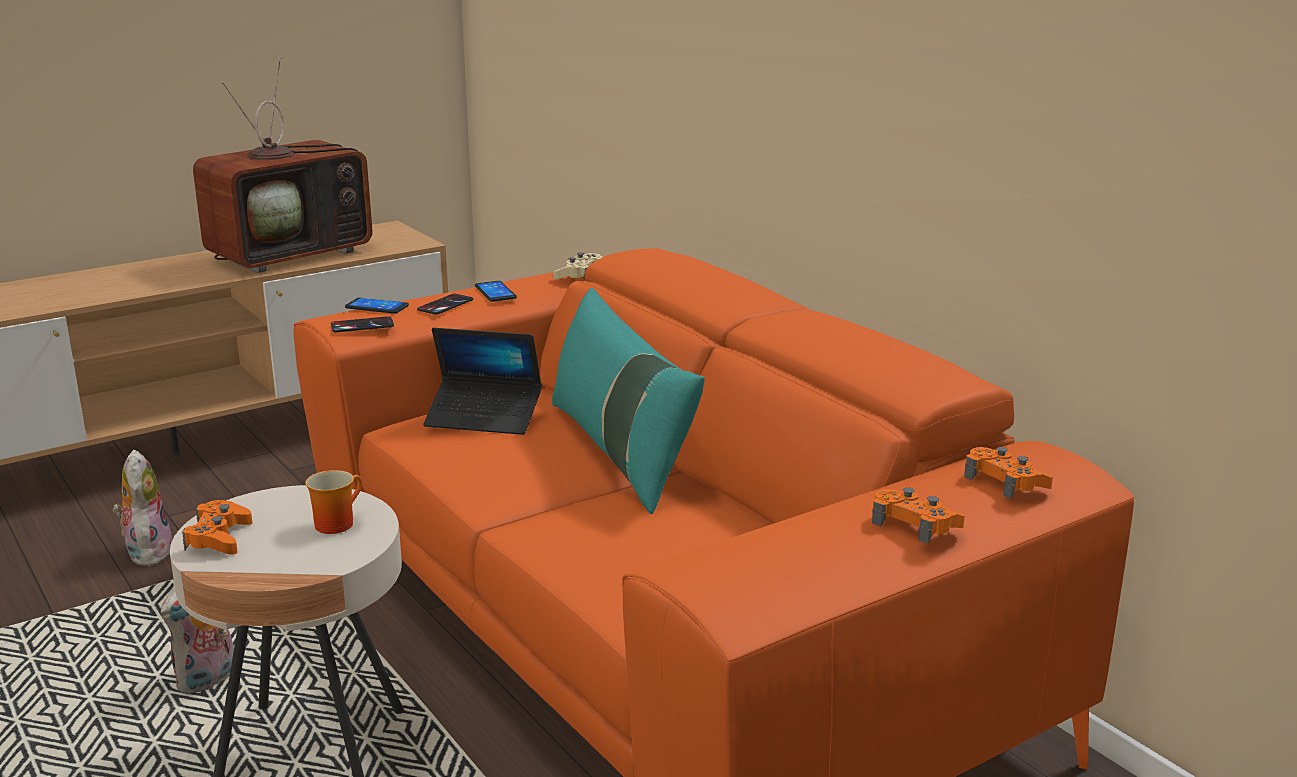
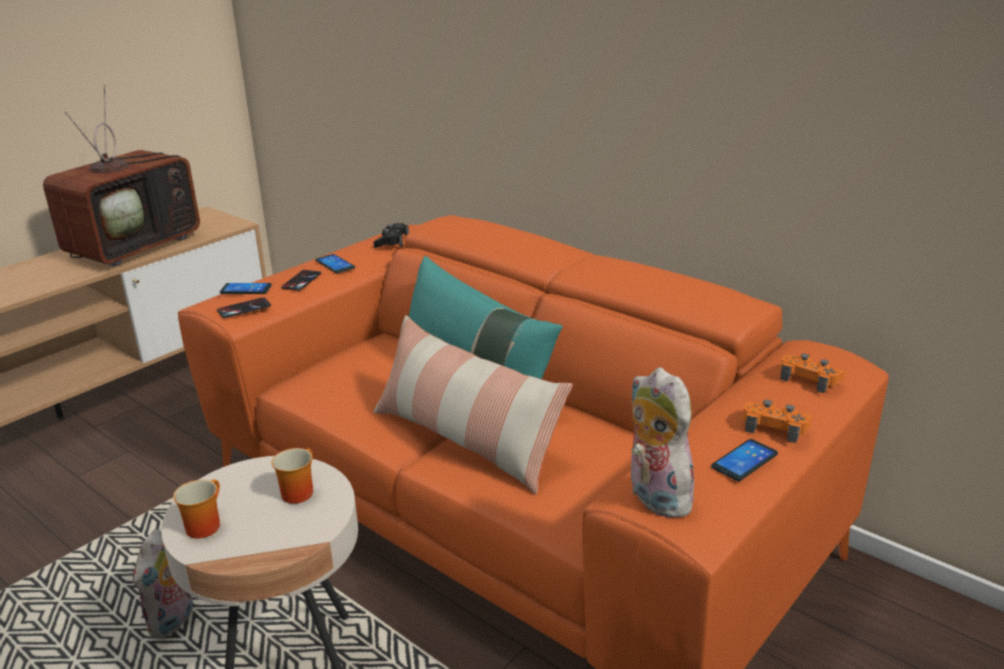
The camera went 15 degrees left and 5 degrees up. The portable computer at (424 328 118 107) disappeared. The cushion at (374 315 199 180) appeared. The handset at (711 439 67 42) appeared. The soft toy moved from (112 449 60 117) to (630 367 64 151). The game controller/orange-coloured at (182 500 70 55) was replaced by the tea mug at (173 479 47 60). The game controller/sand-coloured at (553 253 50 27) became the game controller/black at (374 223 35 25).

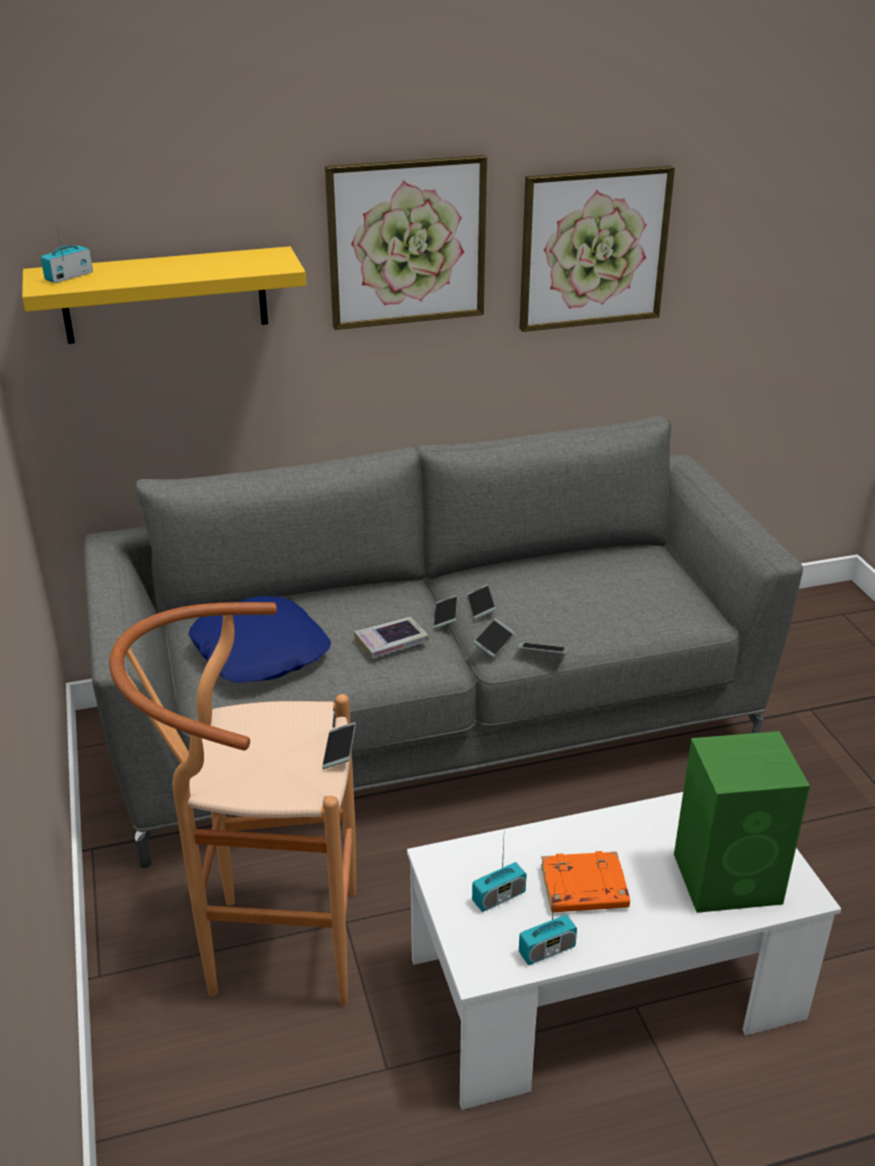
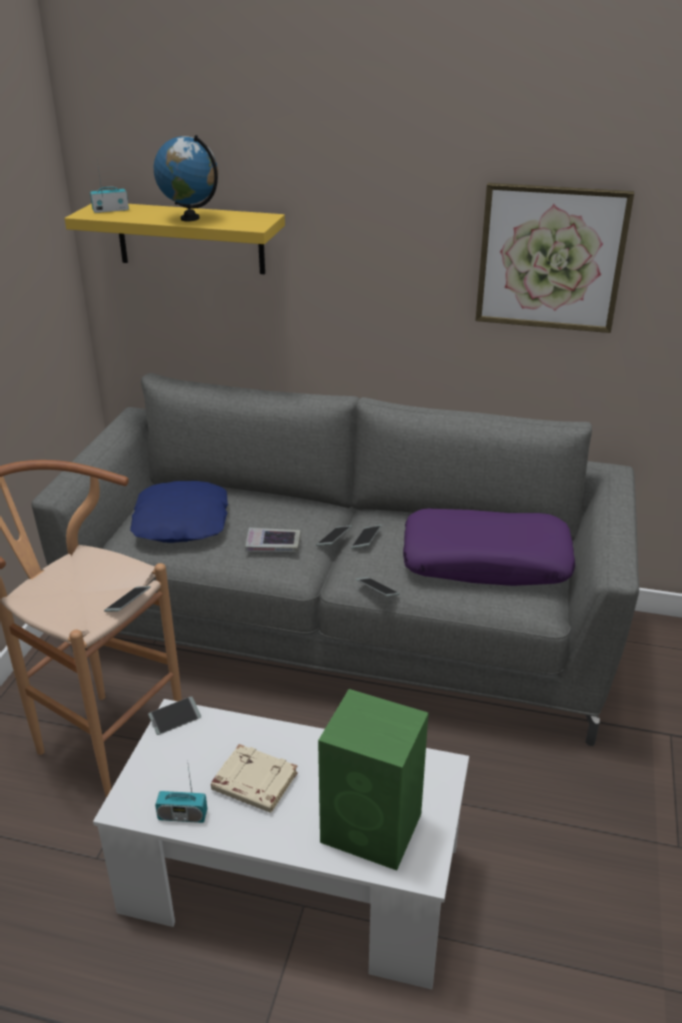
The camera went 30 degrees right and 0 degrees up. The wall picture at (325 155 162 175) disappeared. The radio set at (472 841 55 71) disappeared. The world globe at (154 135 64 86) appeared. The cushion/purple-coloured at (403 508 172 78) appeared. The handset moved from (474 618 40 39) to (148 696 53 39). The bound book/orange-coloured at (541 851 89 61) became the bound book/sand-coloured at (211 744 87 69).

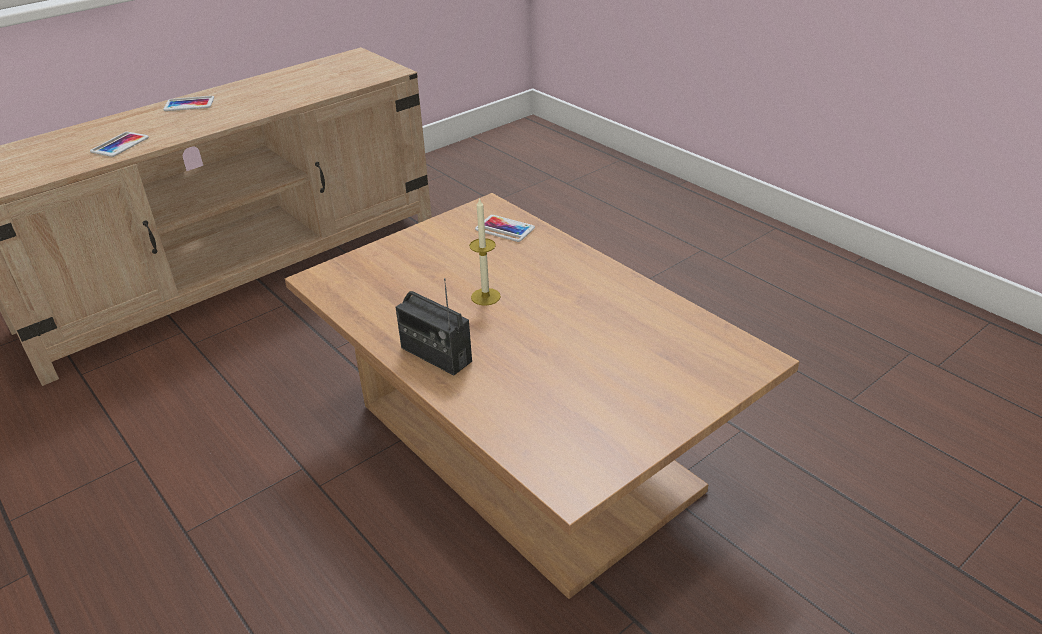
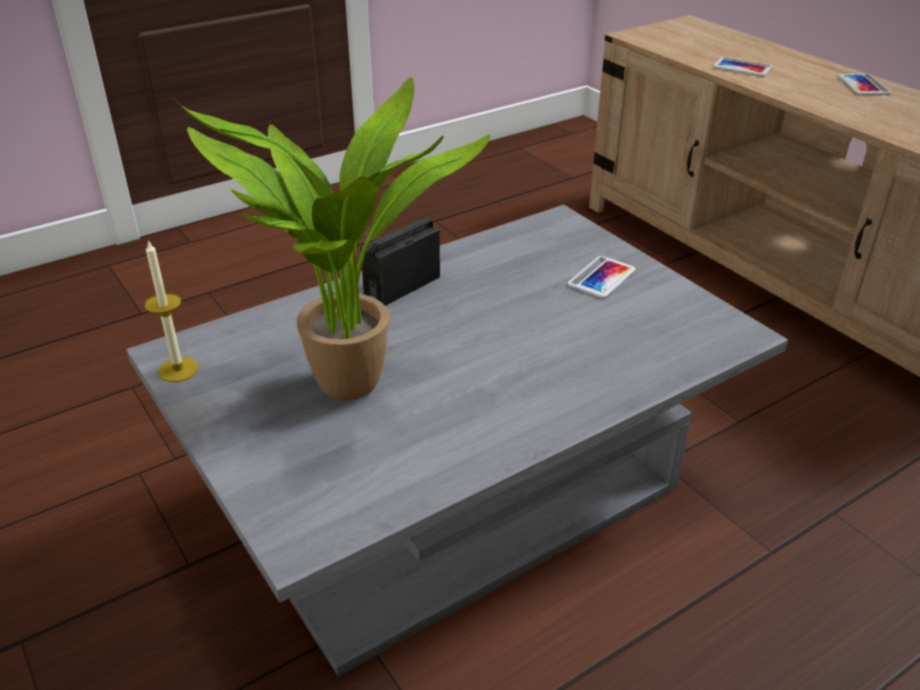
The camera went 95 degrees right and 0 degrees up. The houseplant at (173 77 318 323) appeared. The wax light moved from (469 197 32 109) to (144 240 55 142). The handset moved from (475 215 60 27) to (567 256 69 42). The coffee table/brownish at (285 193 515 406) became the coffee table/gray at (126 205 662 472).

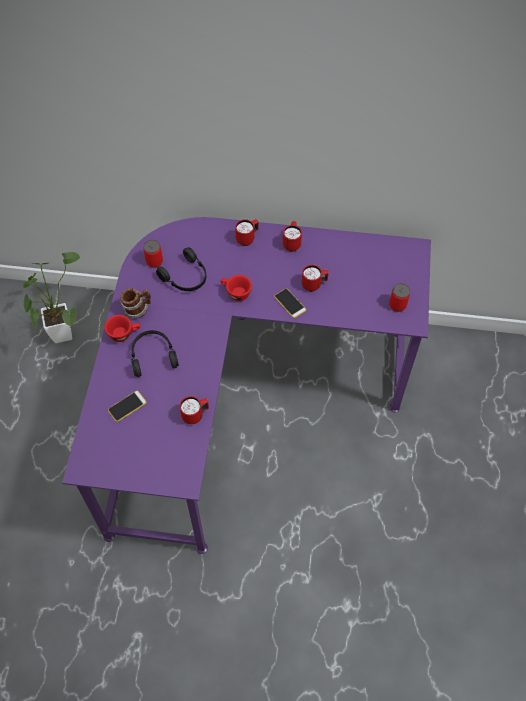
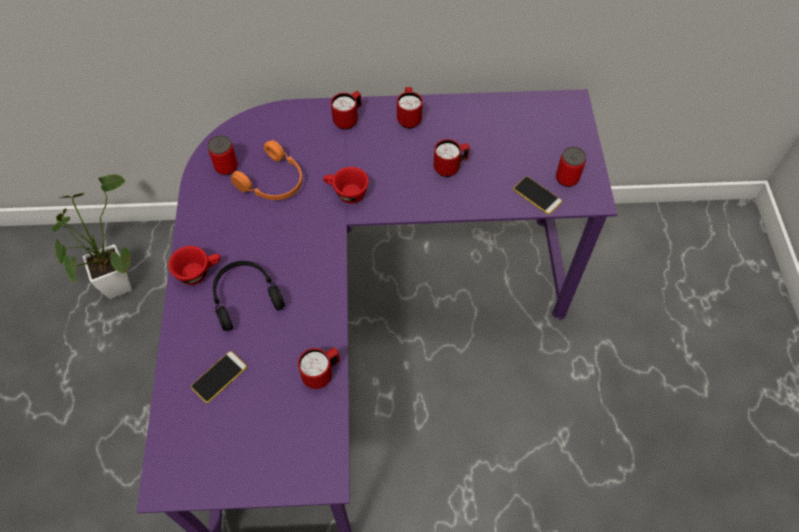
The camera went 10 degrees left and 0 degrees up. The tea mug at (120 288 31 31) disappeared. The handset moved from (274 288 32 30) to (513 176 49 38). The pair of headphones/black at (156 247 50 44) became the pair of headphones/orange-coloured at (231 140 72 60).

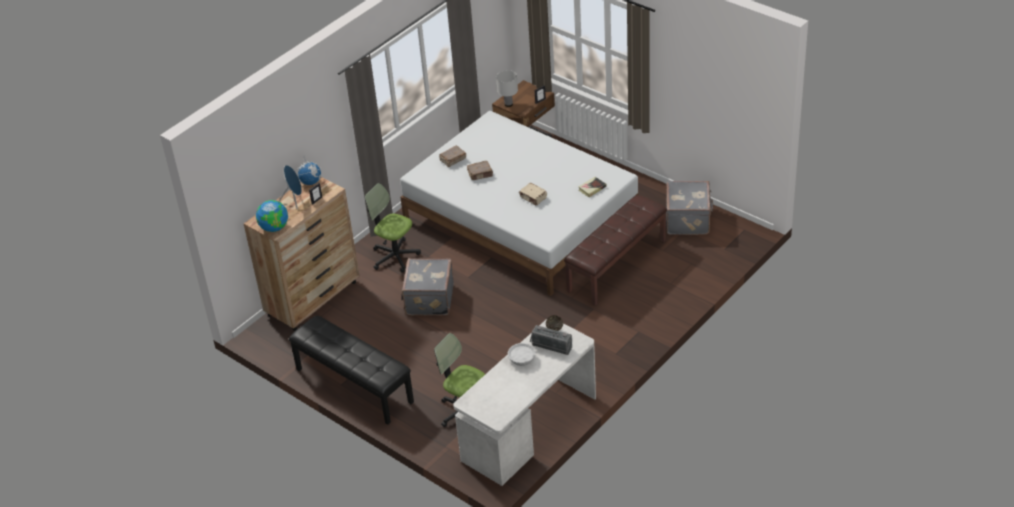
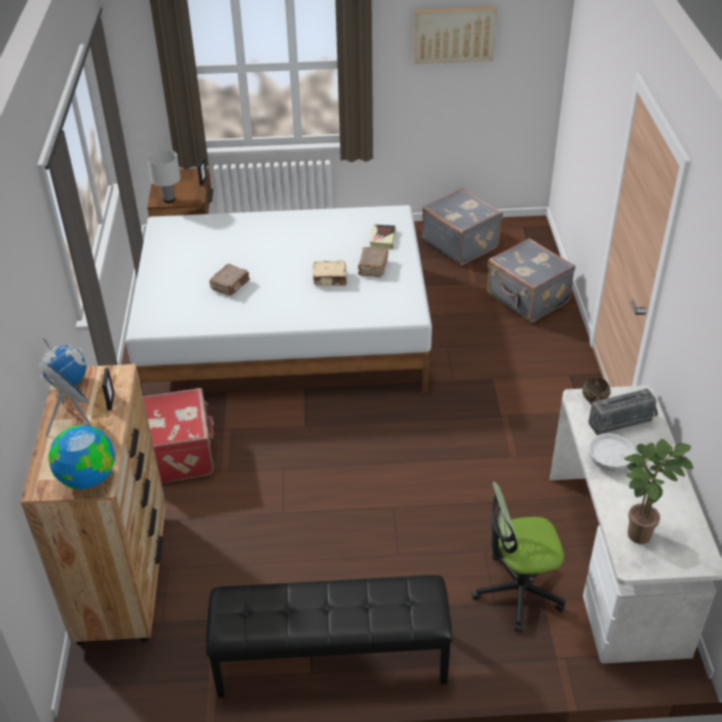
The camera went 45 degrees left and 0 degrees up. The bench/brownish at (564 195 103 111) disappeared. The wall picture at (414 7 83 57) appeared. The houseplant at (624 439 69 105) appeared. The suitcase/gray moved from (401 258 53 57) to (487 238 88 85). The bound book/brownish moved from (439 146 27 21) to (358 247 30 30). The desk chair at (365 183 56 90) was replaced by the suitcase/red at (143 388 71 95).

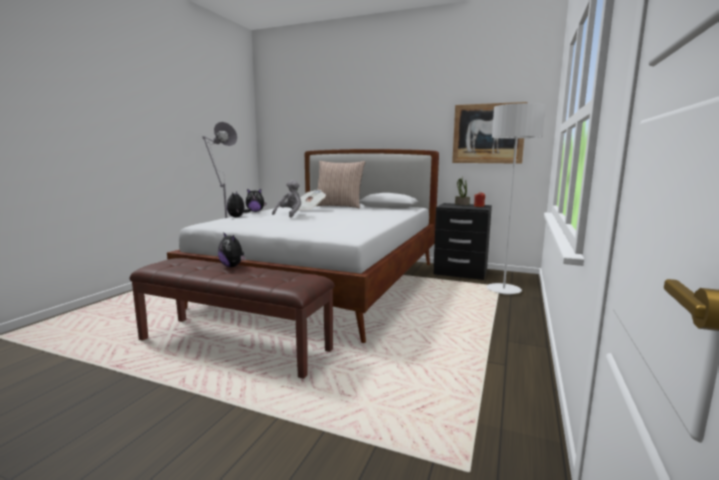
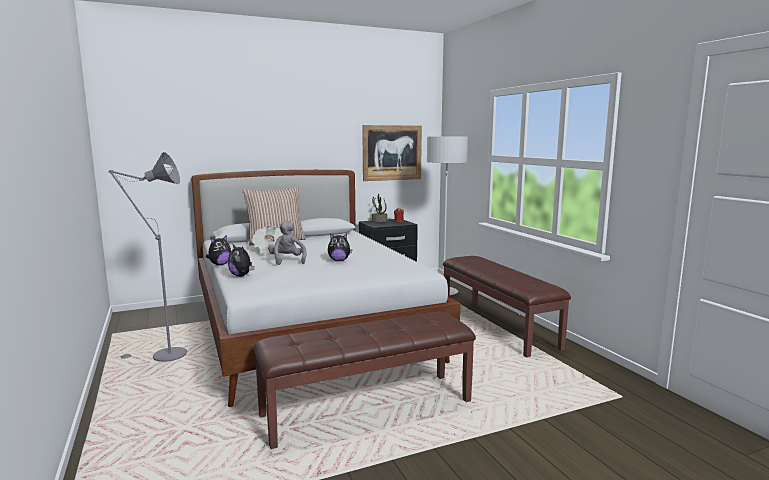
The camera went 45 degrees left and 0 degrees up. The bench/brownish at (443 256 128 101) appeared. The soft toy moved from (218 232 28 35) to (328 233 24 28).

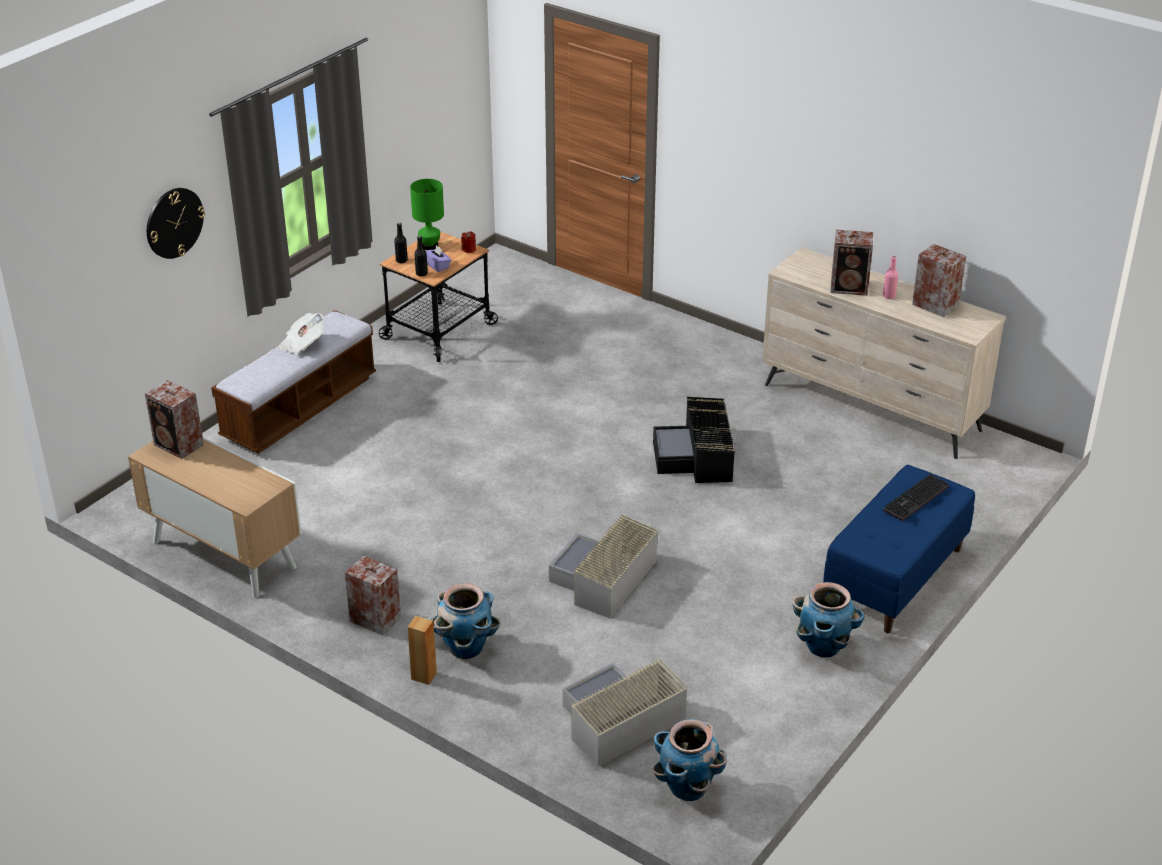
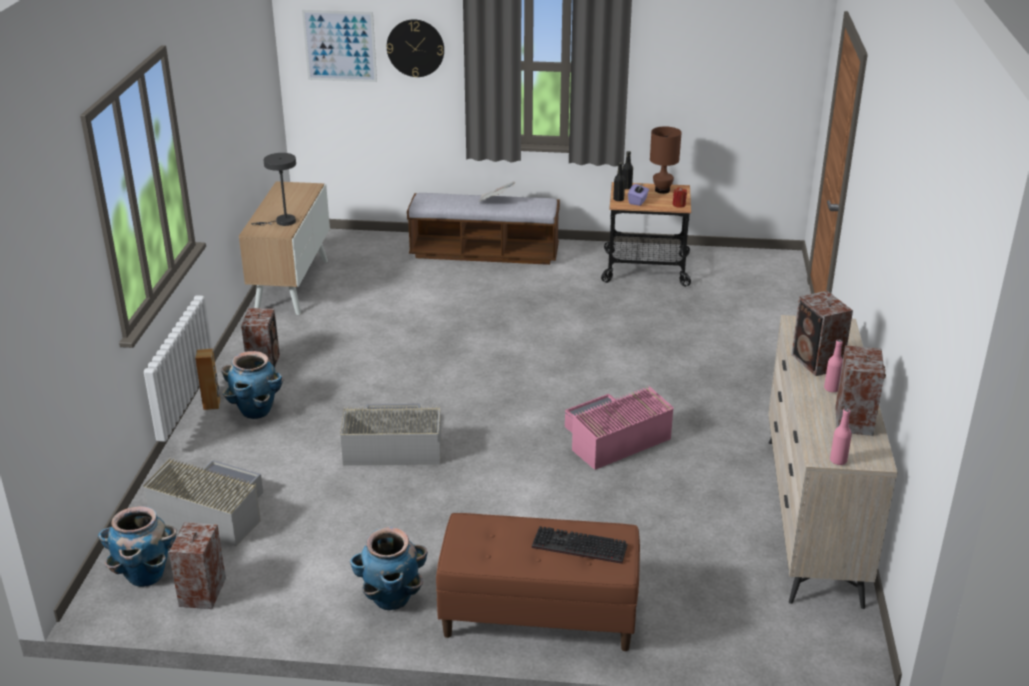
The camera went 60 degrees right and 5 degrees down. The lamp for a table/gray at (251 153 45 73) appeared. The wall picture at (302 10 75 72) appeared. The drink bottle/pink at (830 409 22 56) appeared. The loudspeaker moved from (145 380 59 79) to (169 522 57 87). The lamp for a table/green at (410 179 34 71) became the lamp for a table/brownish at (650 126 32 68). The storage container/black at (653 397 82 86) became the storage container/pink at (565 386 109 84). The bench/blue at (823 465 152 168) became the bench/brownish at (436 513 204 138).

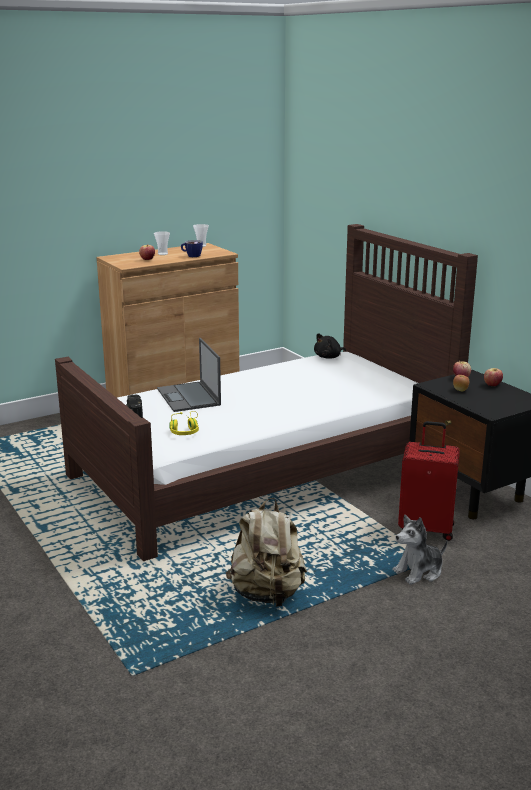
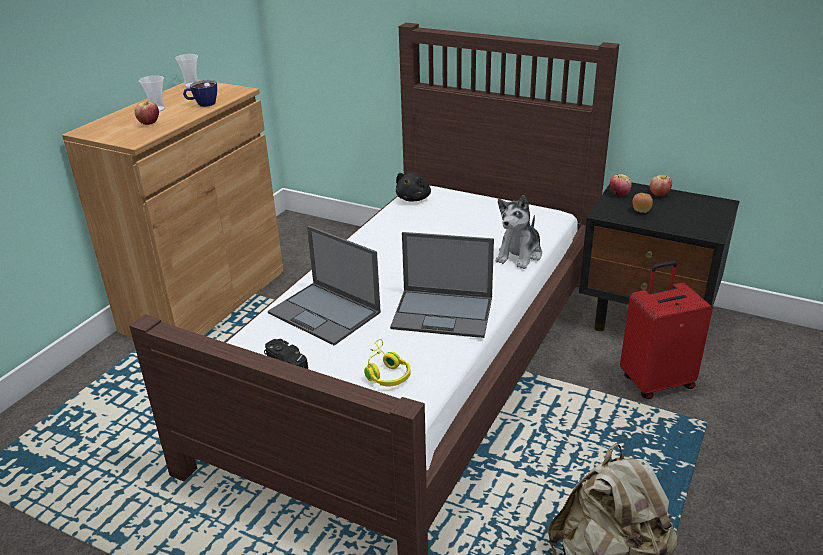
The camera went 30 degrees left and 10 degrees up. The portable computer at (390 232 104 106) appeared. The soft toy moved from (392 515 55 70) to (496 195 46 74).

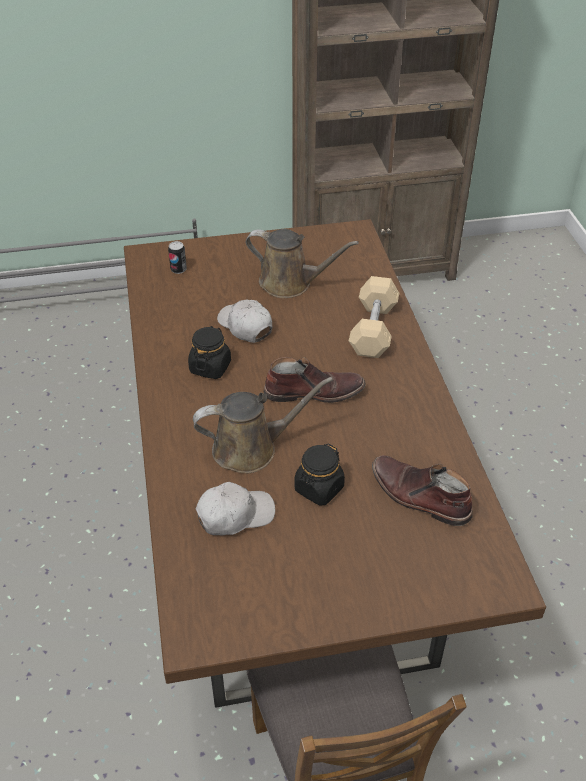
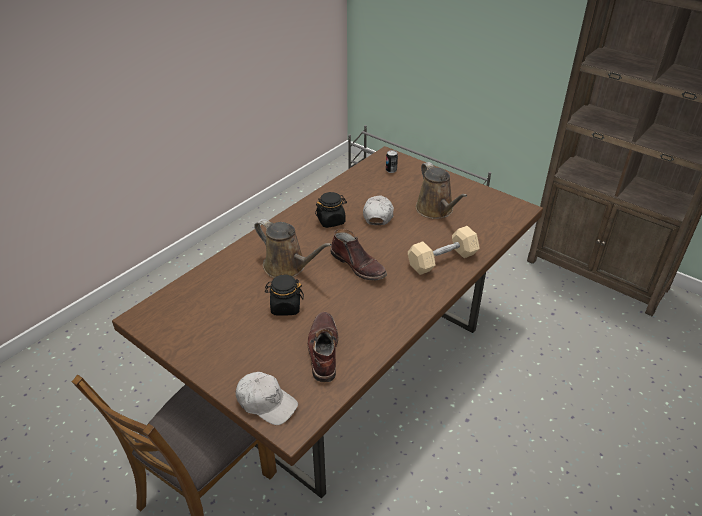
The camera went 50 degrees right and 5 degrees down. The baseball cap/white moved from (196 482 79 53) to (236 372 62 53).

